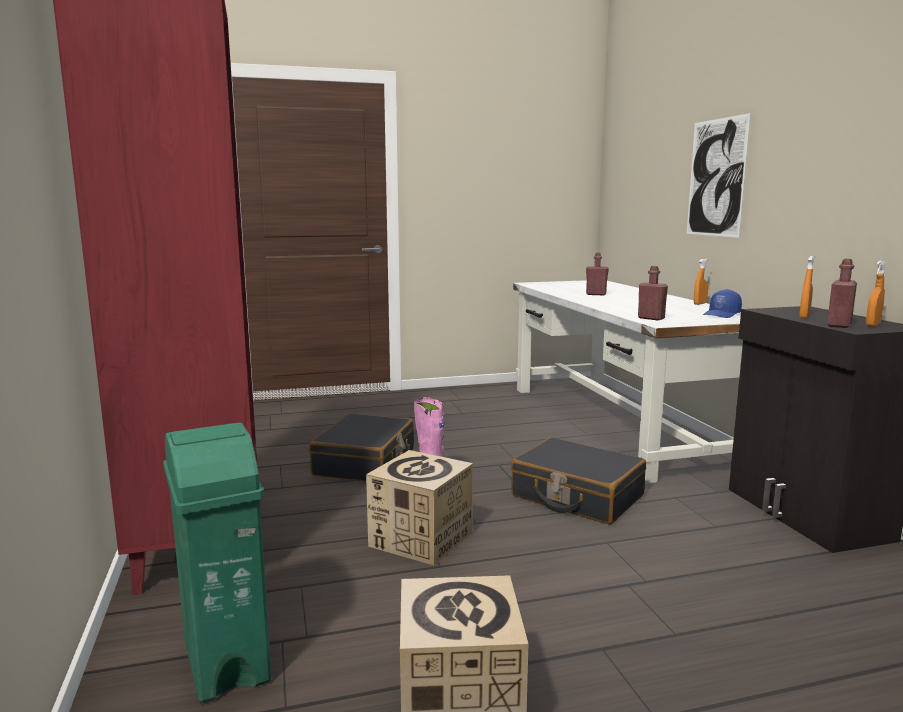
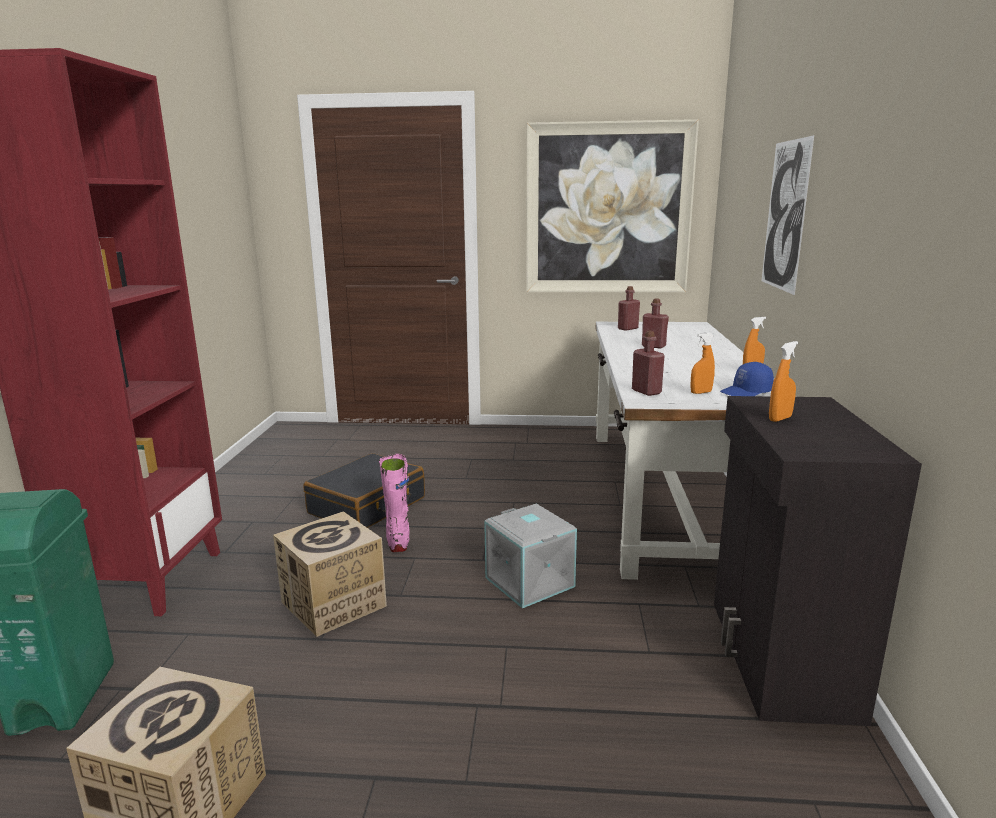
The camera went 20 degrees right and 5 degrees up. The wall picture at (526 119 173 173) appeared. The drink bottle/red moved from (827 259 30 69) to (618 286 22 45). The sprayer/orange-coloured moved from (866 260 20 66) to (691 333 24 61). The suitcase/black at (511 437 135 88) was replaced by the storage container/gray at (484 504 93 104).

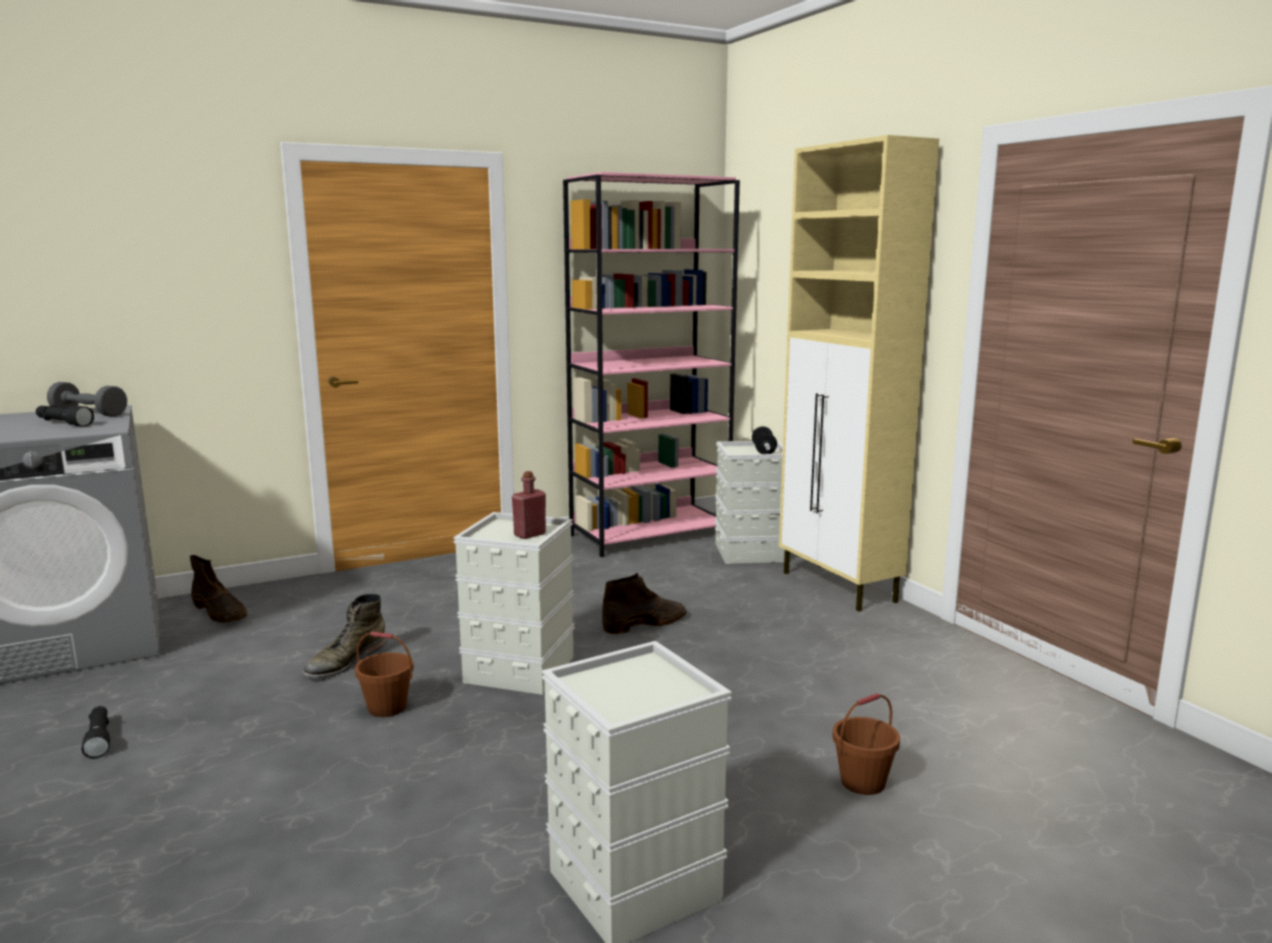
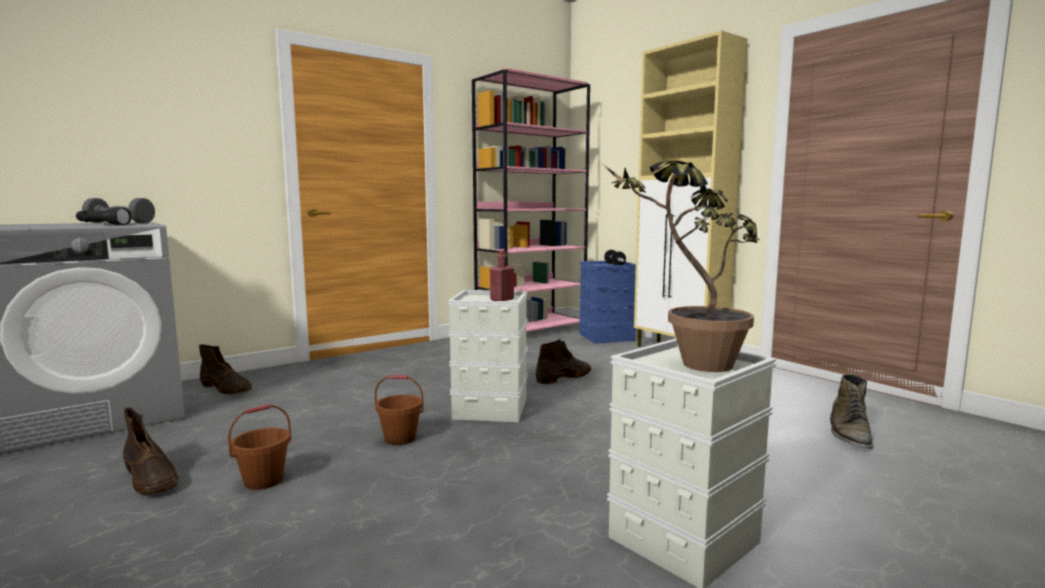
The camera went 10 degrees left and 5 degrees down. The houseplant at (604 161 155 211) appeared. The high-top boot/green moved from (302 593 84 86) to (830 374 43 75). The bucket/brownish moved from (832 693 68 102) to (228 404 63 86). The hand torch/black at (82 706 28 53) was replaced by the high-top boot/brownish at (123 408 56 87). The storage container/gray at (715 441 70 123) became the storage container/blue at (579 261 57 83).

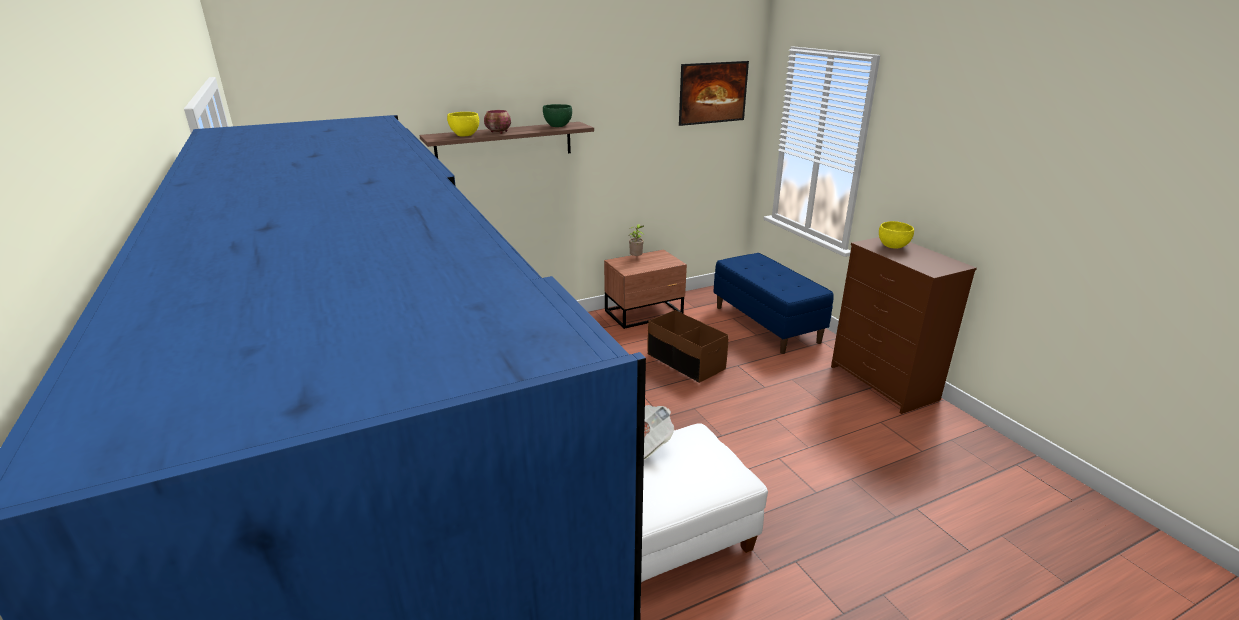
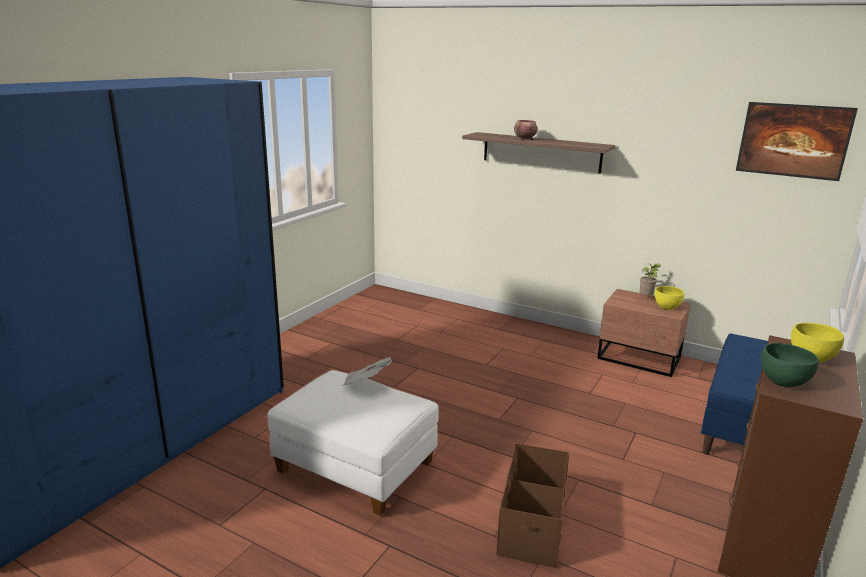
The camera went 55 degrees right and 5 degrees down. The deep dish/yellow-coloured moved from (447 112 32 24) to (655 286 29 24). The deep dish/green moved from (543 104 29 23) to (761 343 58 44). The storage container/brownish moved from (648 310 81 73) to (496 443 73 125).

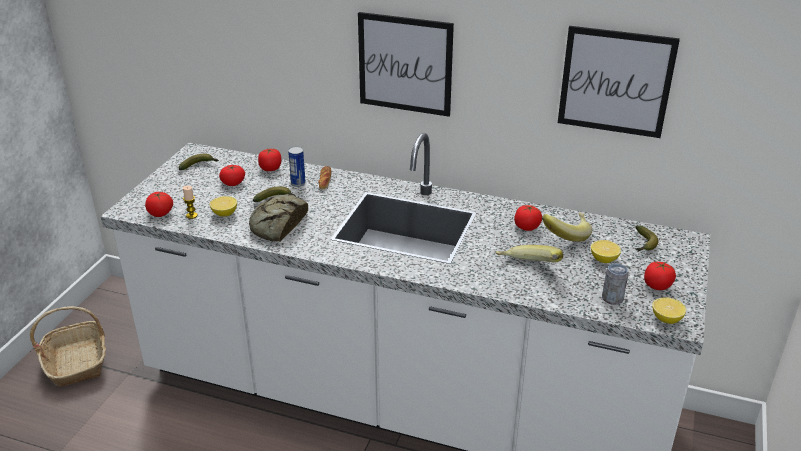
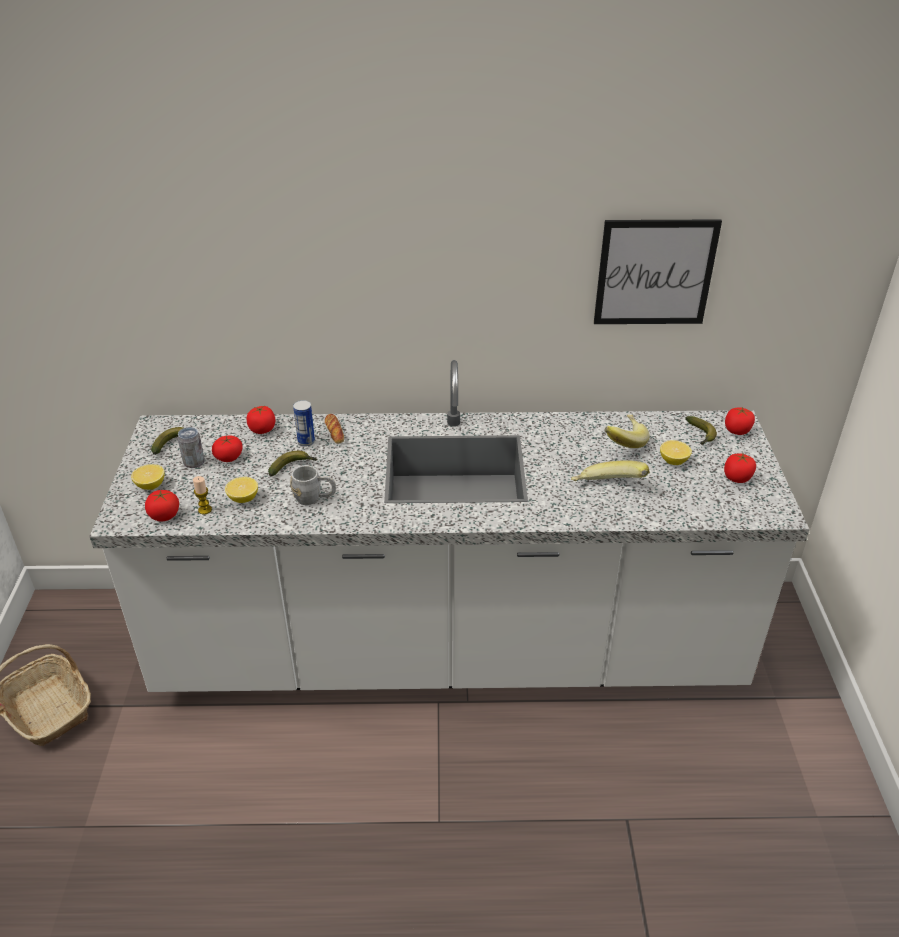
The camera went 20 degrees left and 5 degrees up. The wall picture at (358 12 96 105) disappeared. The whole tomato moved from (514 205 28 26) to (725 407 30 28). The sealed can moved from (602 263 27 42) to (178 427 27 41). The lemon moved from (653 297 33 27) to (131 464 33 26). The bakery bread at (249 194 59 48) was replaced by the tea mug/gray at (290 465 46 40).

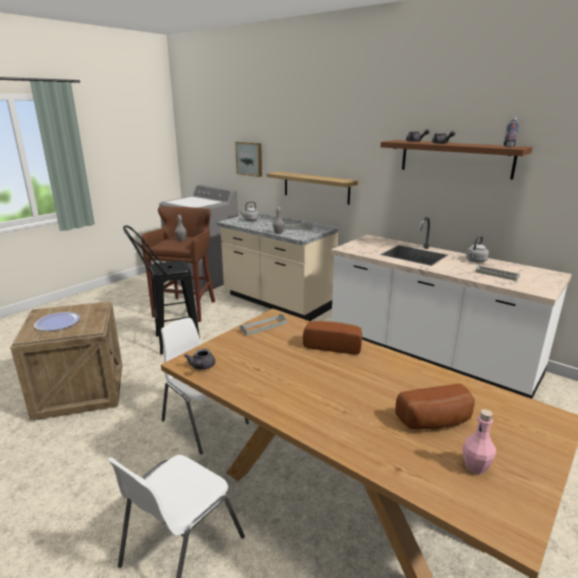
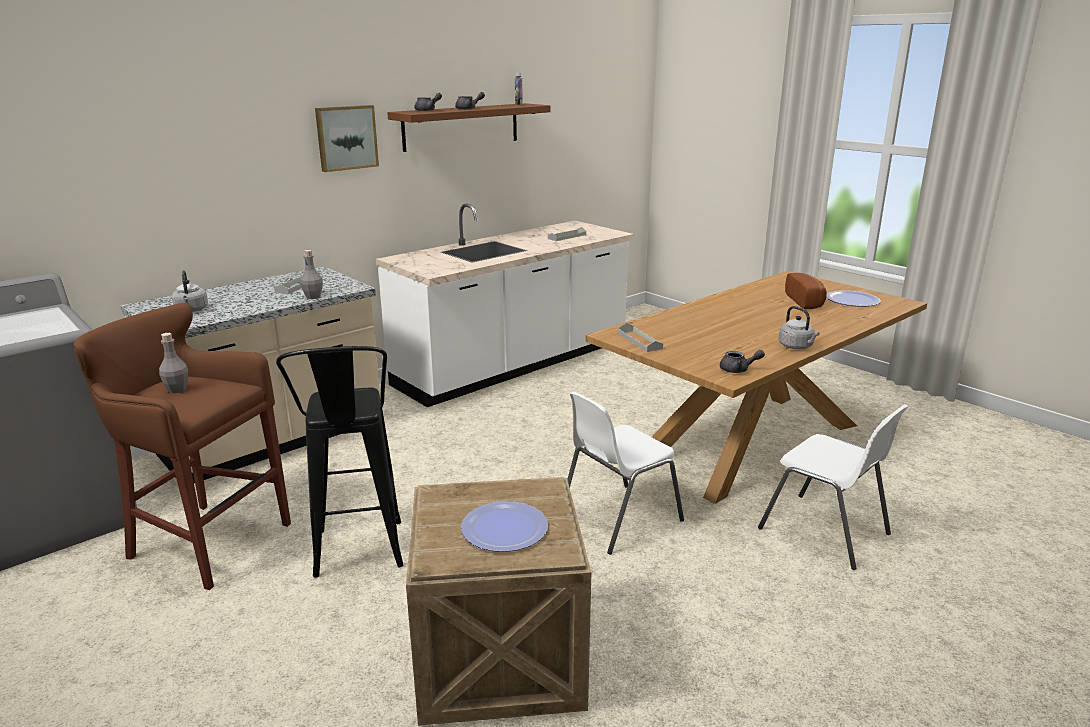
The camera went 80 degrees left and 0 degrees up. The shelf at (266 171 93 34) disappeared. The bakery bread at (303 321 59 33) disappeared. The wall picture moved from (235 142 27 35) to (315 105 64 67). The water kettle/gray moved from (466 236 23 26) to (779 306 41 43). The drink bottle/pink at (463 409 33 66) was replaced by the flat dish at (826 290 55 17).

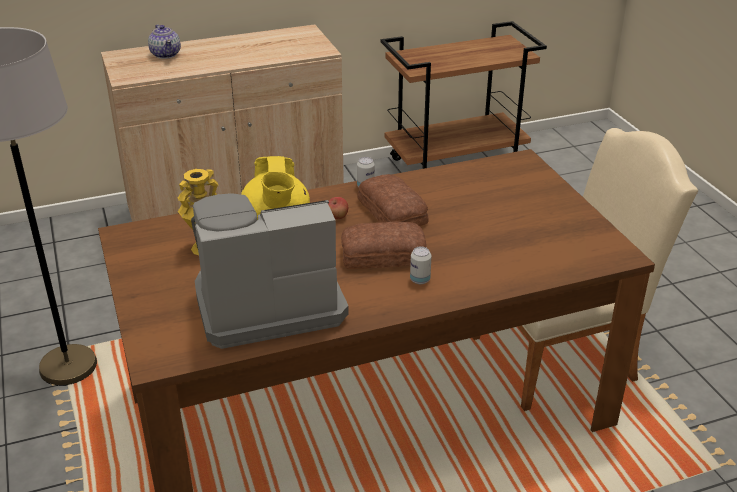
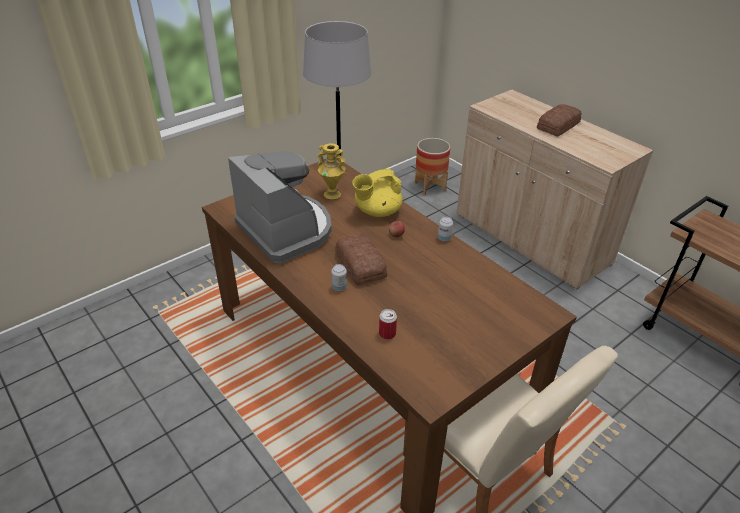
The camera went 70 degrees right and 5 degrees up. The pot for tea at (148 25 33 34) disappeared. The sealed can at (379 309 18 31) appeared. The flower pot at (415 138 35 57) appeared. The bakery bread moved from (357 174 72 52) to (537 104 45 33).

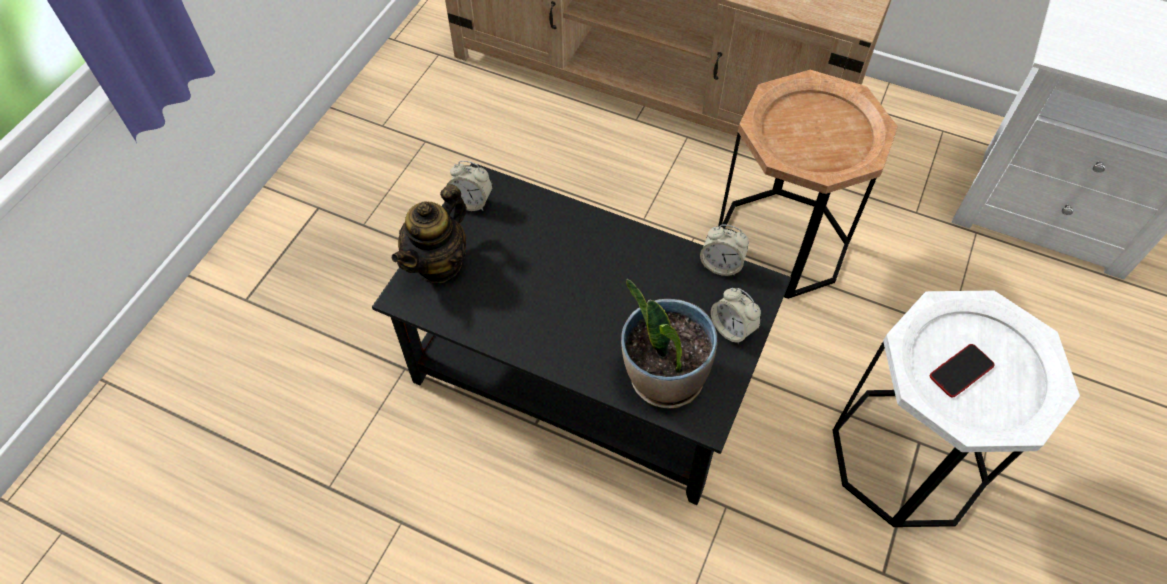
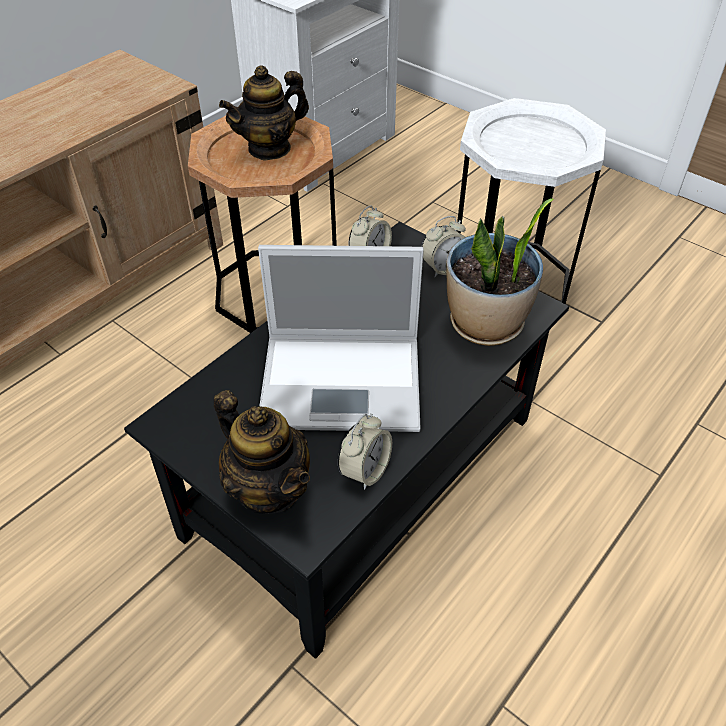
The camera went 75 degrees left and 10 degrees down. The handset at (930 344 65 54) disappeared. The pot for tea at (219 65 90 95) appeared. The portable computer at (258 245 166 187) appeared. The table clock moved from (447 161 46 50) to (338 414 54 76).

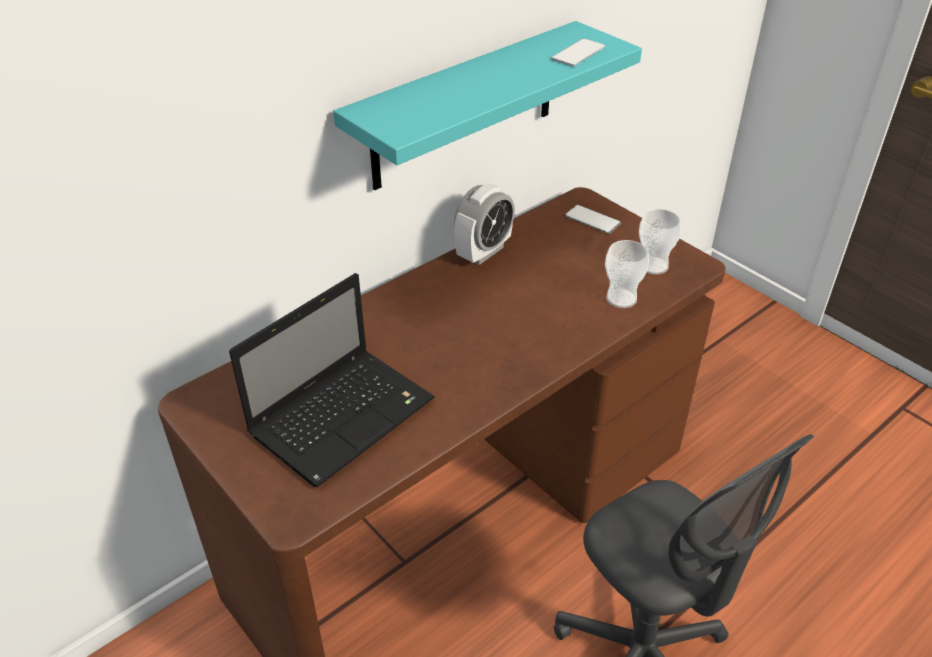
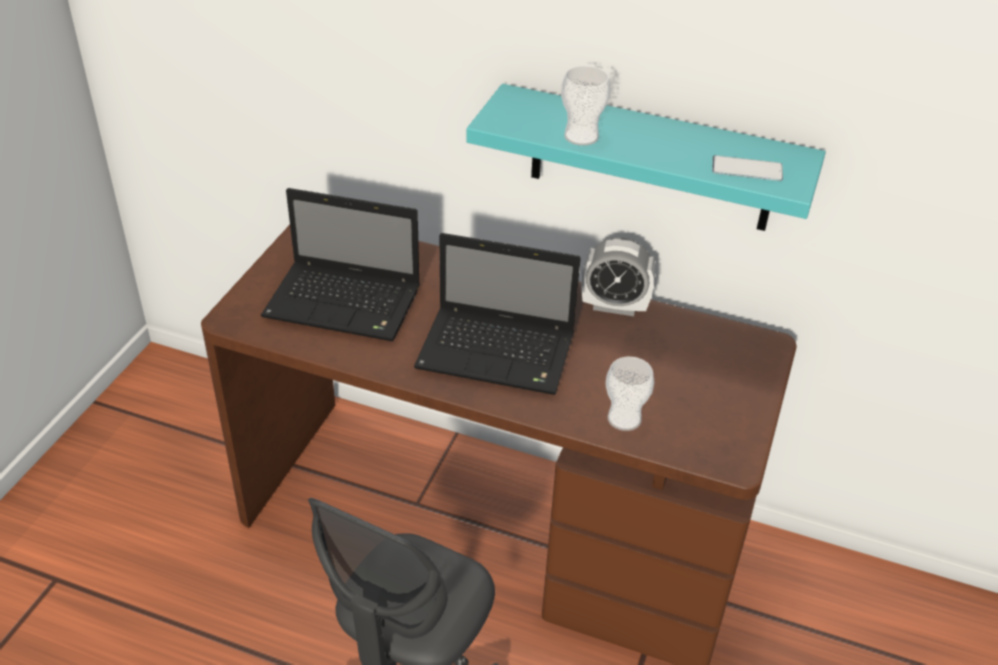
The camera went 60 degrees right and 0 degrees up. The handset at (565 205 56 28) disappeared. The portable computer at (414 233 167 162) appeared. The drinking cup moved from (639 209 42 66) to (561 66 49 80).

